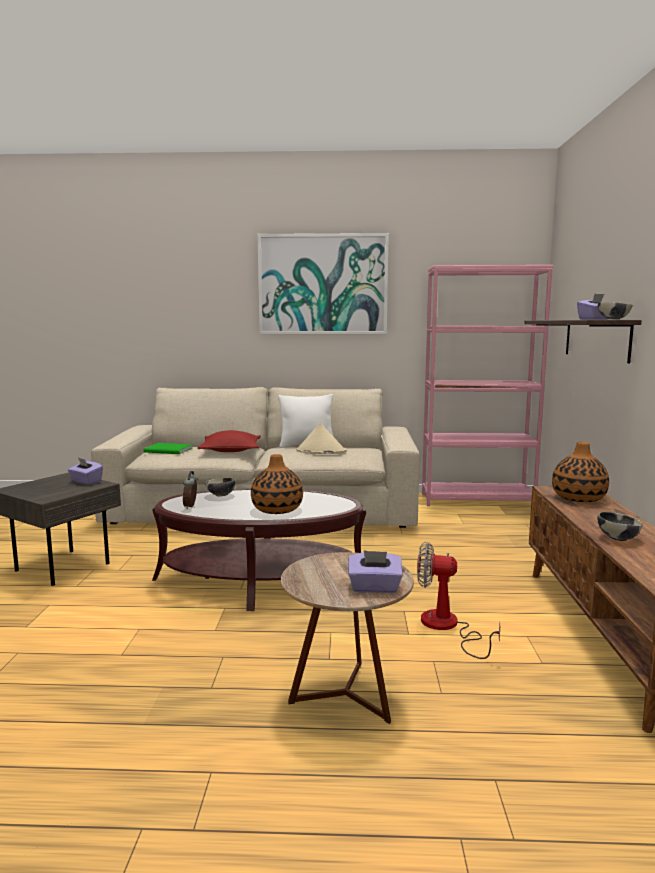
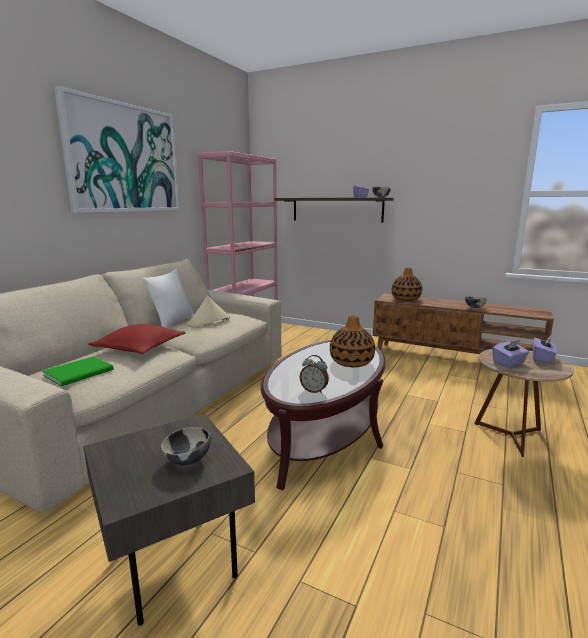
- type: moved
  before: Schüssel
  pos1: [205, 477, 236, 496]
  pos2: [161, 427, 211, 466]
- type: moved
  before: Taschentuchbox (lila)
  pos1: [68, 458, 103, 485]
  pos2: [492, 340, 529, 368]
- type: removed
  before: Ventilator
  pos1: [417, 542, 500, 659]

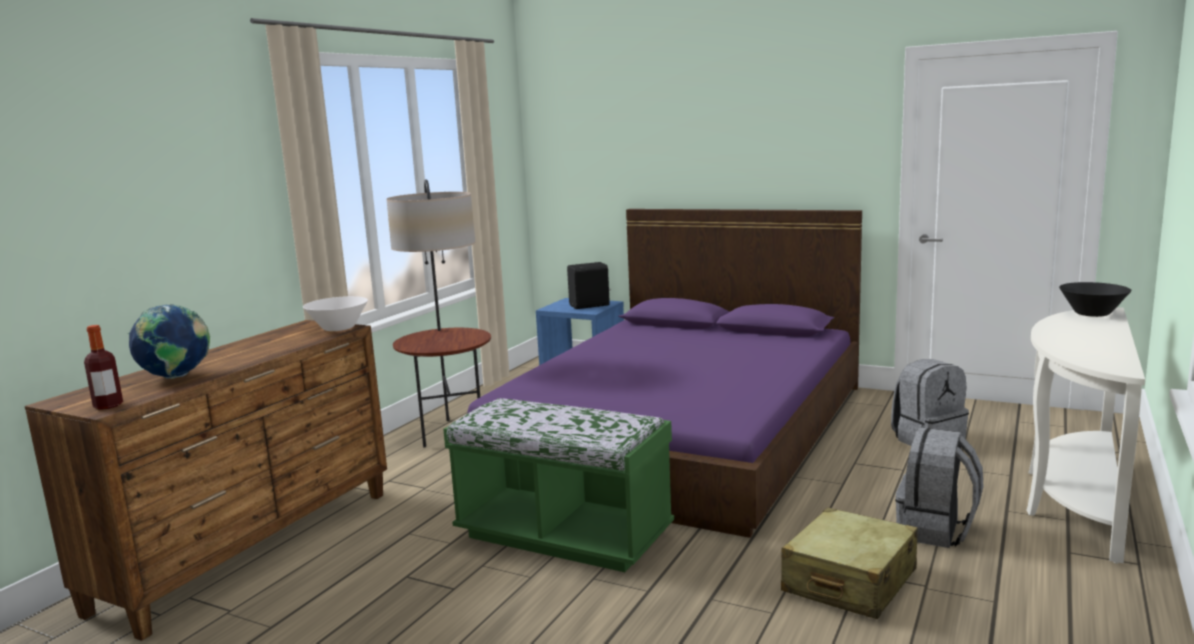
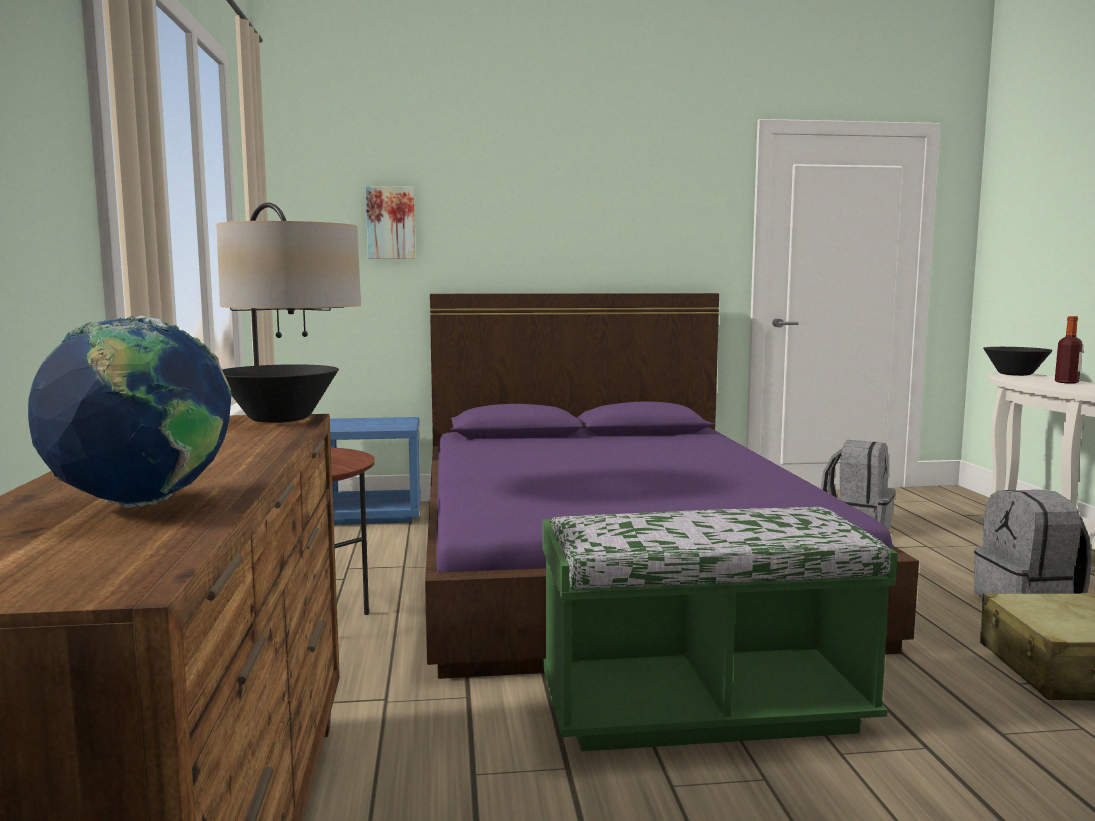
- type: recoloured
  before: Schüssel (weiß)
  after: Schüssel (schwarz)
  pos1: [303, 296, 368, 331]
  pos2: [222, 364, 339, 423]
- type: added
  after: Bild
  pos2: [366, 186, 415, 259]
- type: moved
  before: Flasche
  pos1: [84, 325, 123, 410]
  pos2: [1055, 316, 1083, 383]
- type: removed
  before: Lautsprecher (schwarz)
  pos1: [567, 262, 611, 309]

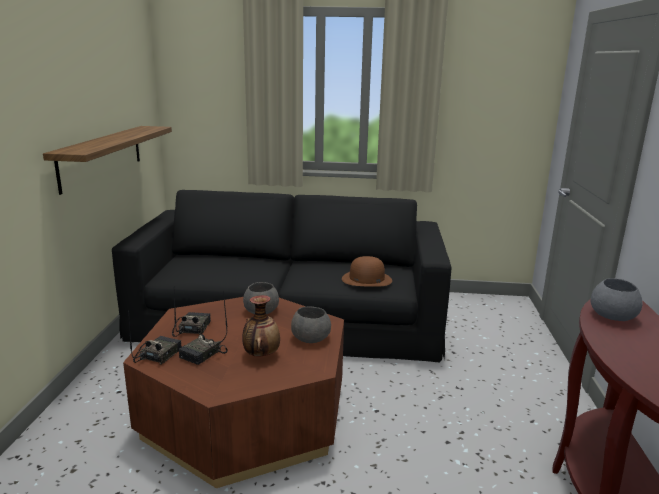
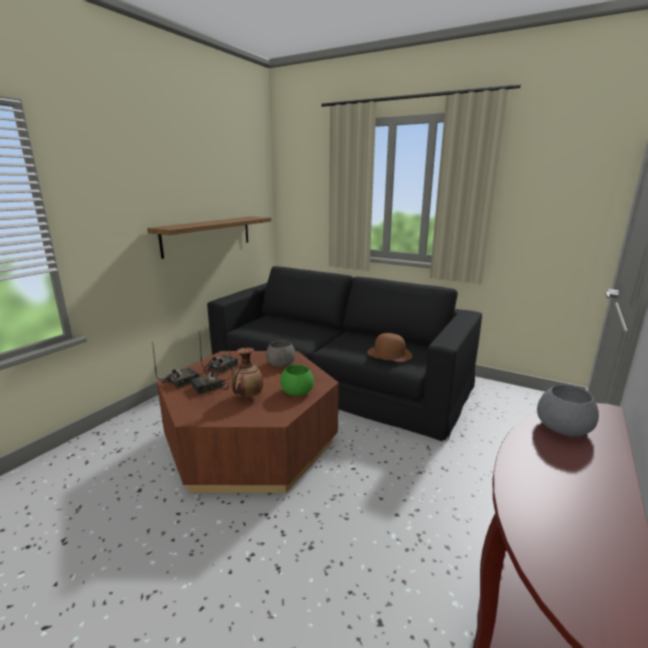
- type: recoloured
  before: Schüssel (grau)
  after: Schüssel (grün)
  pos1: [291, 307, 331, 343]
  pos2: [280, 365, 314, 396]

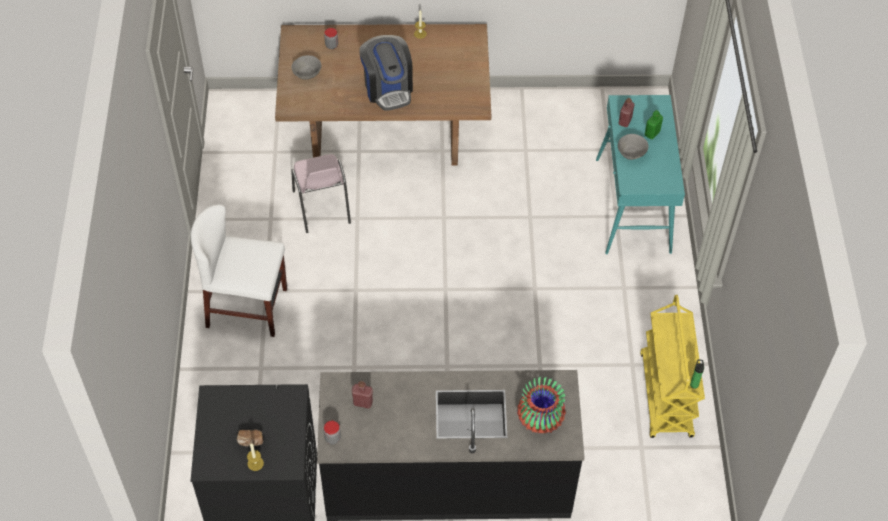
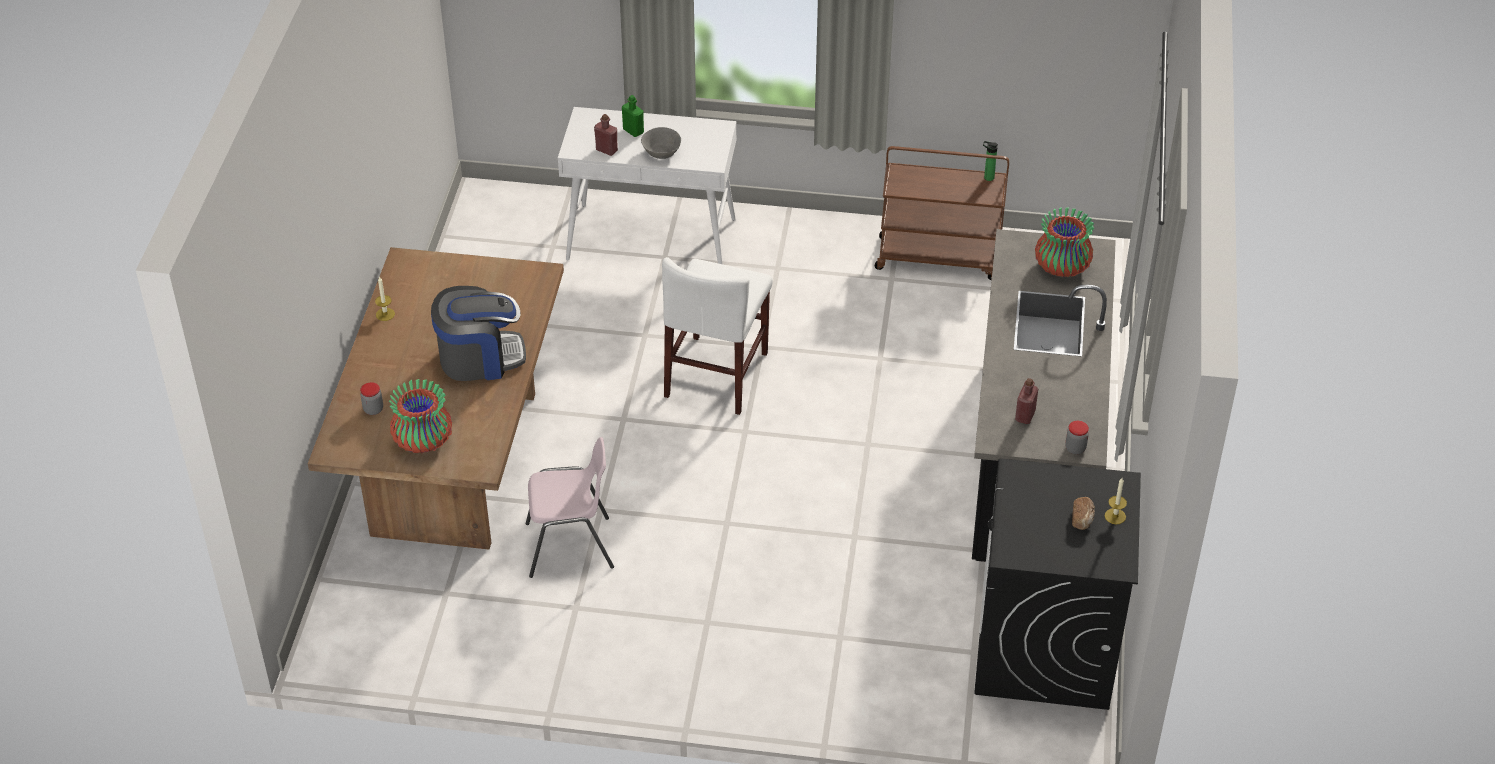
- type: replaced
  before: Schüssel (grau)
  after: Vase
  pos1: [292, 55, 321, 79]
  pos2: [389, 379, 452, 454]
- type: recoloured
  before: Konsolentisch (türkis)
  after: Konsolentisch (weiß)
  pos1: [596, 95, 685, 254]
  pos2: [558, 107, 736, 264]
- type: moved
  before: Stuhl (weiß)
  pos1: [191, 204, 287, 337]
  pos2: [662, 257, 773, 415]
- type: recoloured
  before: Rollwagen (gelb)
  after: Rollwagen (braun)
  pos1: [640, 295, 705, 438]
  pos2: [875, 146, 1009, 280]

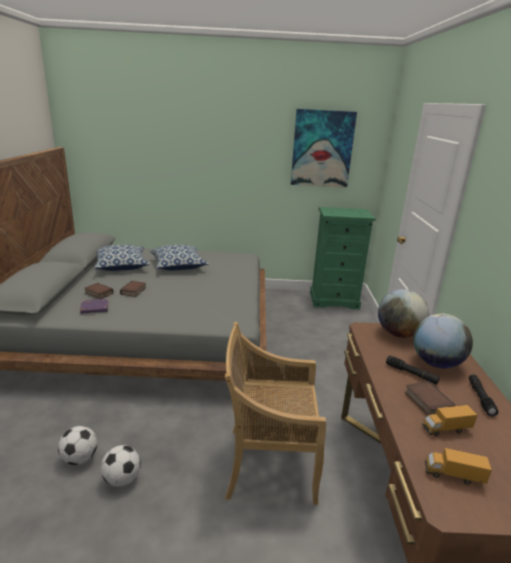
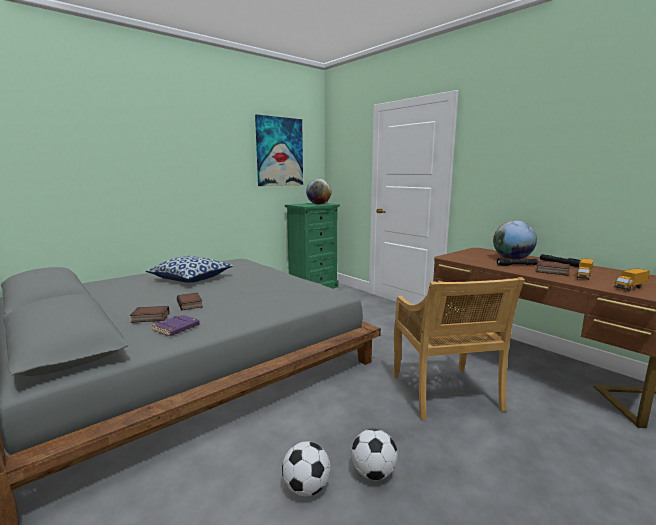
- type: moved
  before: Globus
  pos1: [378, 289, 429, 338]
  pos2: [306, 179, 332, 204]
- type: turned
  before: Stuhl (beige)
  pos1: [225, 322, 326, 505]
  pos2: [393, 277, 525, 420]
  turn: -60
- type: removed
  before: Kissen
  pos1: [94, 245, 150, 271]

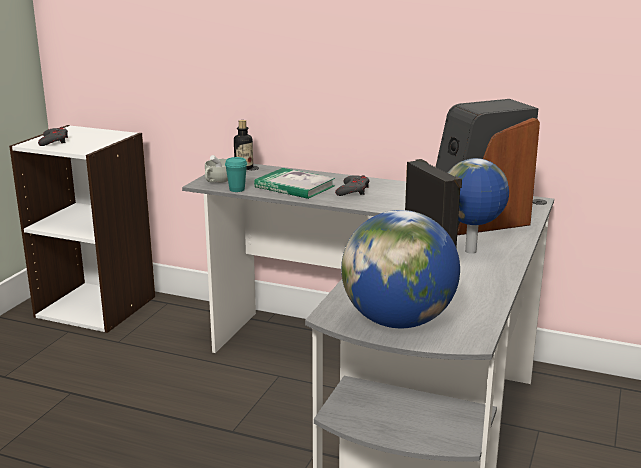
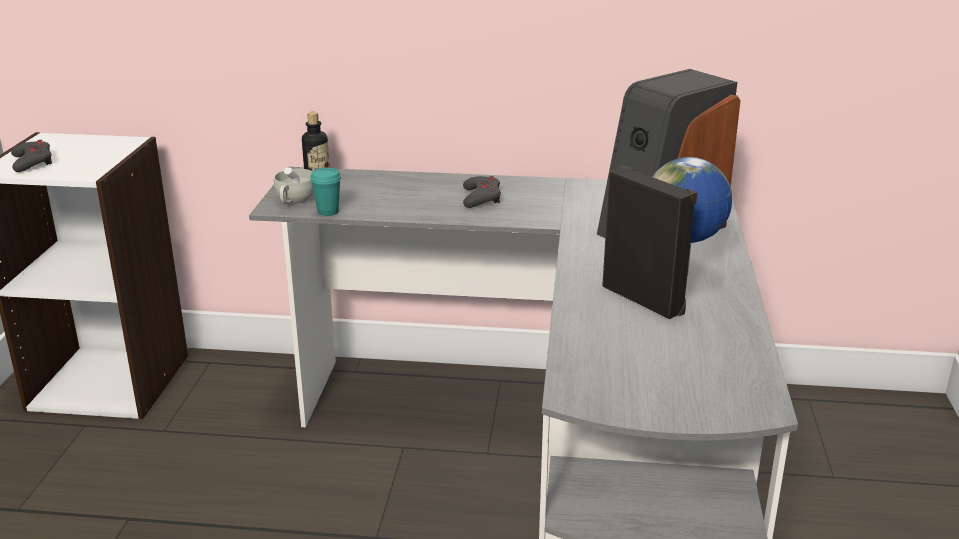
- type: removed
  before: Buch
  pos1: [254, 168, 335, 199]
- type: removed
  before: Globus
  pos1: [341, 210, 460, 328]

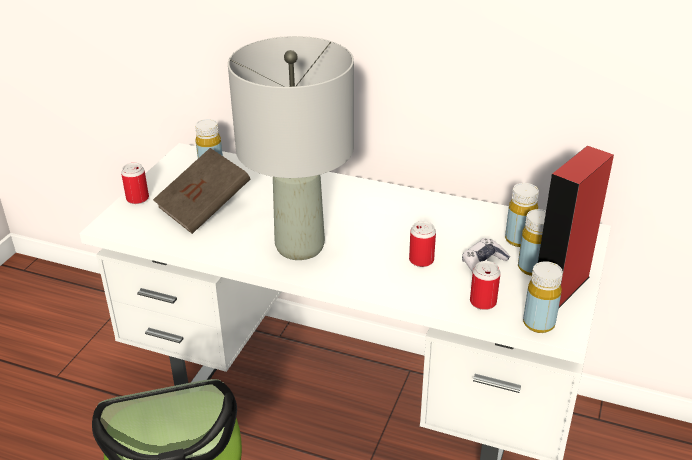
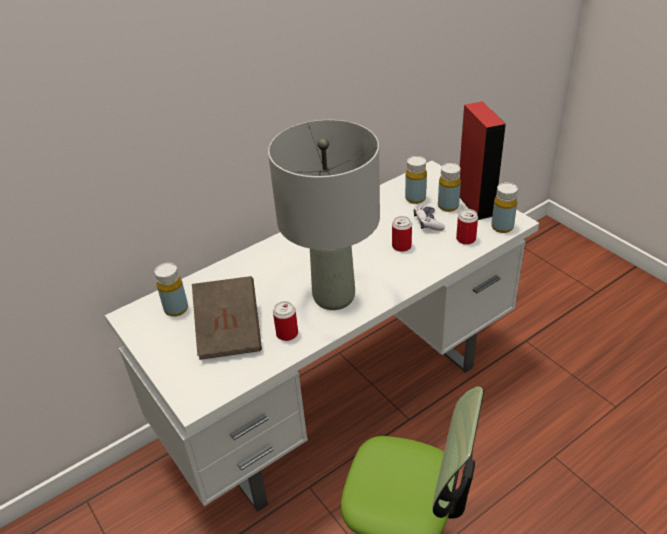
- type: moved
  before: Dose
  pos1: [121, 163, 149, 204]
  pos2: [273, 301, 298, 341]

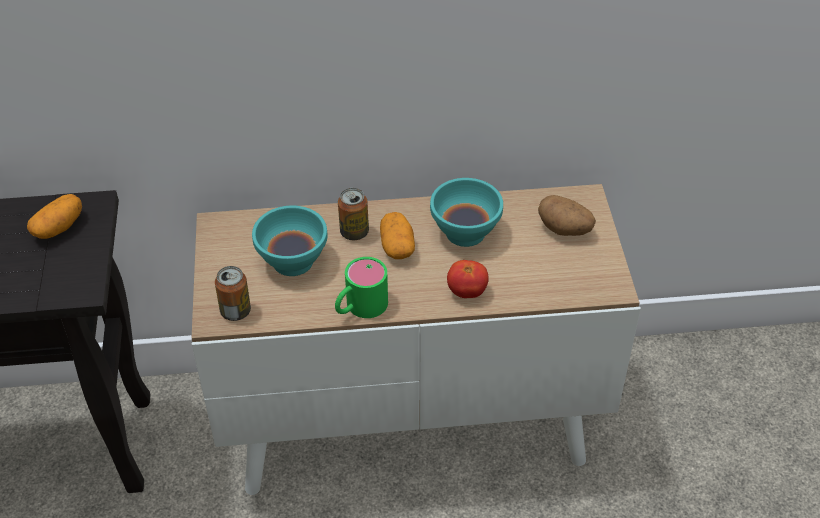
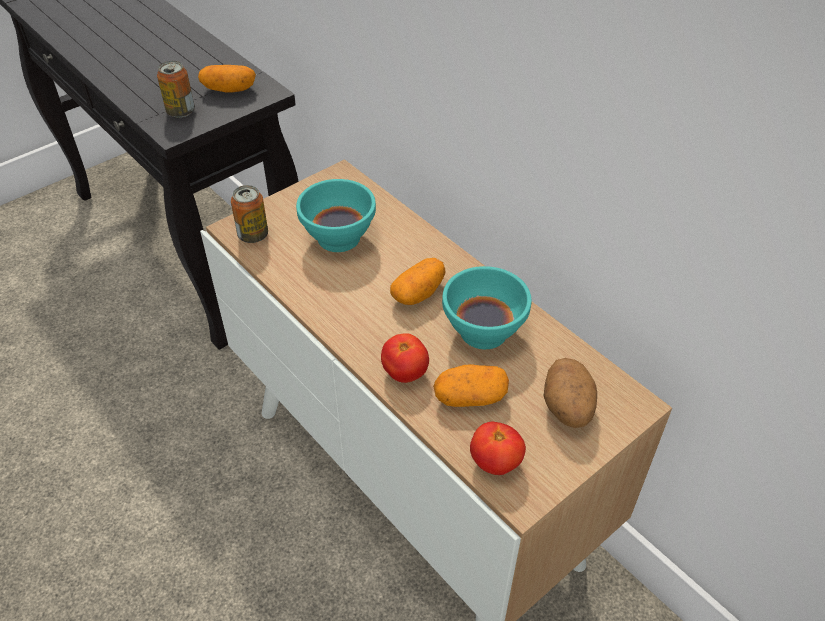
- type: moved
  before: Dose
  pos1: [338, 188, 369, 240]
  pos2: [157, 61, 195, 118]
- type: added
  after: Kartoffel
  pos2: [433, 364, 509, 407]
- type: added
  after: Tomate
  pos2: [470, 422, 526, 475]
- type: removed
  before: Henkelbecher (grün)
  pos1: [335, 257, 388, 318]

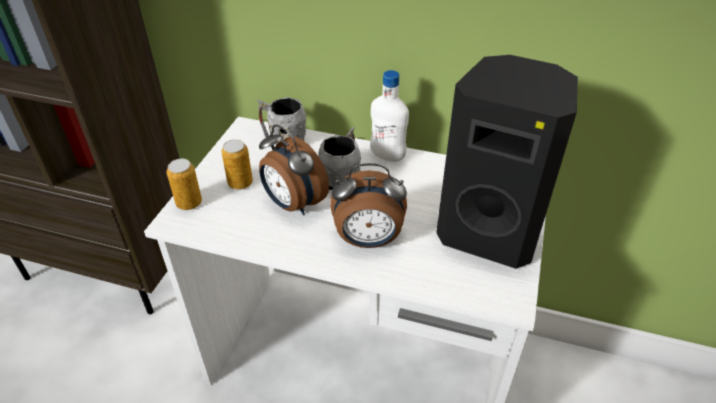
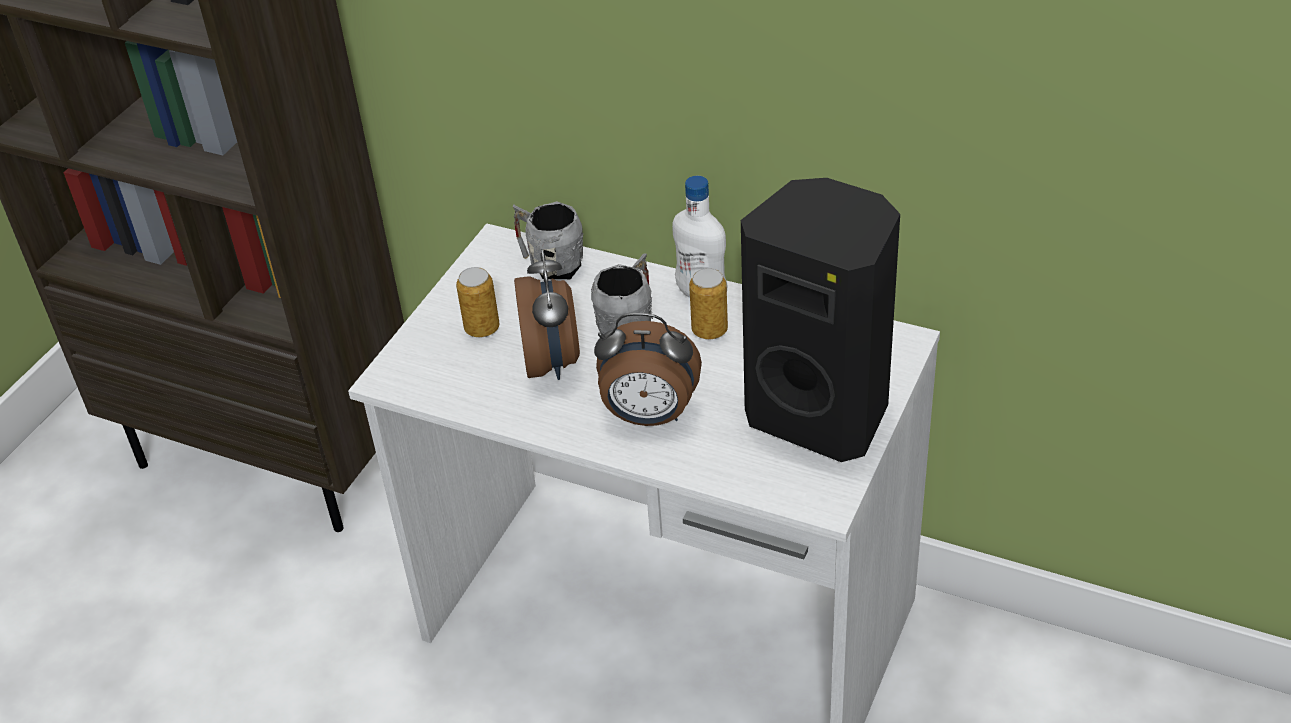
- type: turned
  before: Wecker
  pos1: [259, 125, 329, 215]
  pos2: [514, 249, 580, 380]
  turn: -150
- type: moved
  before: Dose
  pos1: [167, 158, 202, 210]
  pos2: [689, 268, 728, 340]

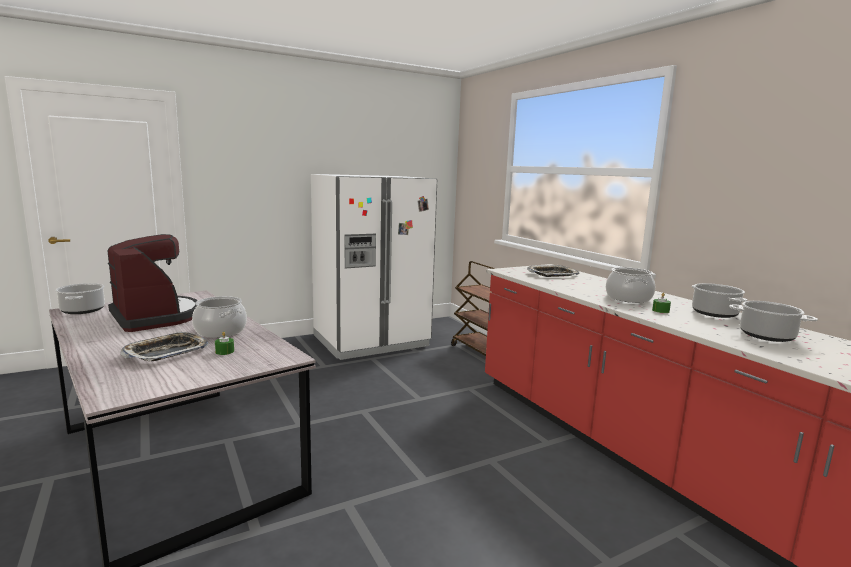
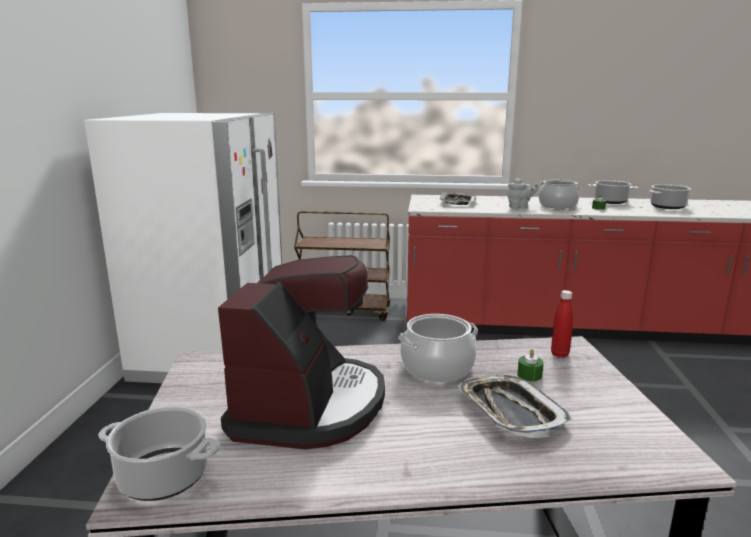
- type: turned
  before: Kaffeemaschine
  pos1: [108, 234, 198, 332]
  pos2: [218, 255, 385, 449]
  turn: 105
- type: added
  after: Teekanne (grau)
  pos2: [507, 178, 538, 209]
- type: added
  after: Flasche (rot)
  pos2: [551, 290, 573, 358]

